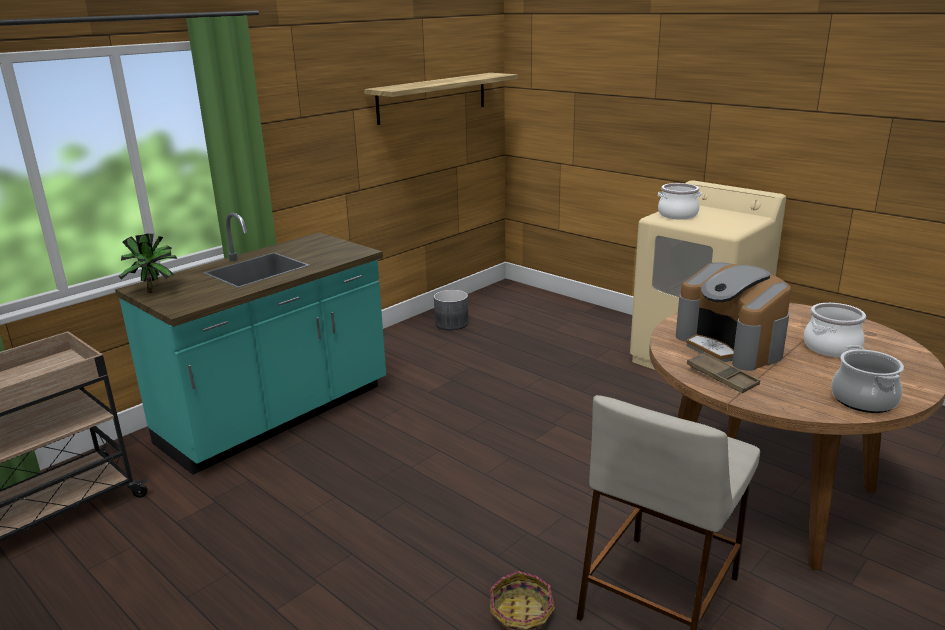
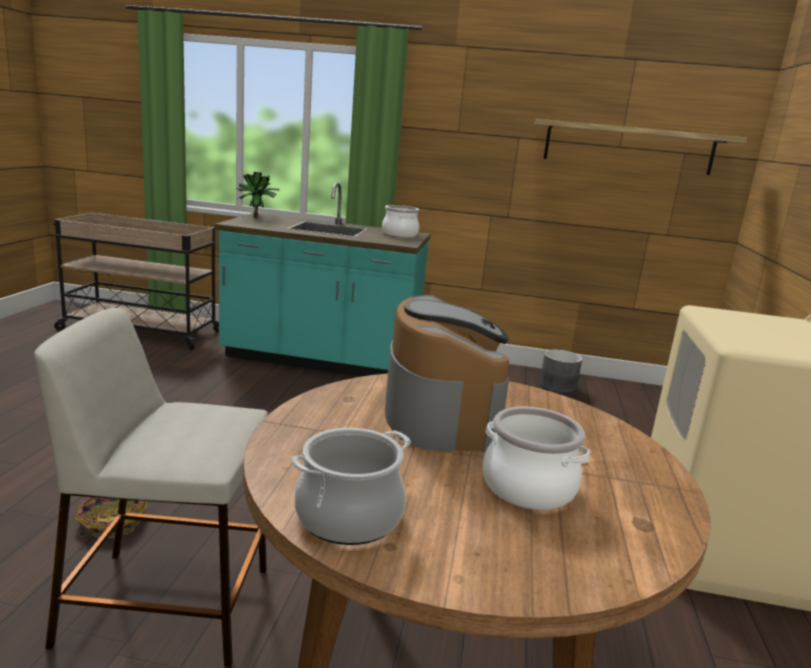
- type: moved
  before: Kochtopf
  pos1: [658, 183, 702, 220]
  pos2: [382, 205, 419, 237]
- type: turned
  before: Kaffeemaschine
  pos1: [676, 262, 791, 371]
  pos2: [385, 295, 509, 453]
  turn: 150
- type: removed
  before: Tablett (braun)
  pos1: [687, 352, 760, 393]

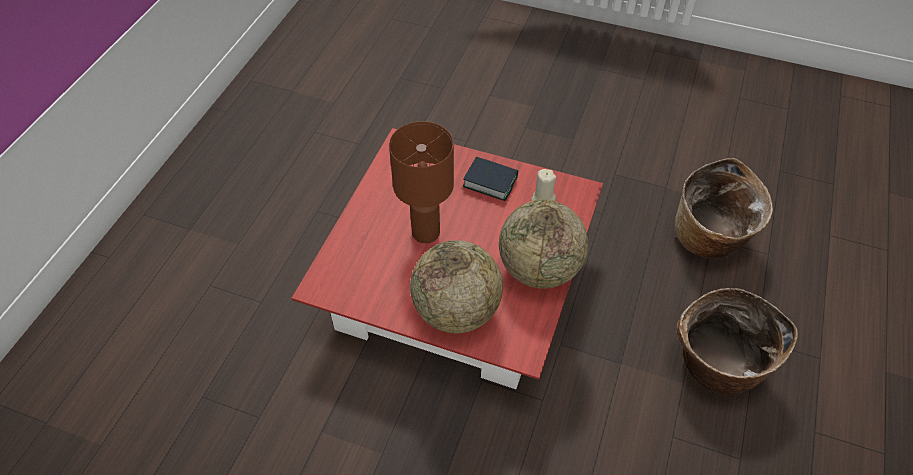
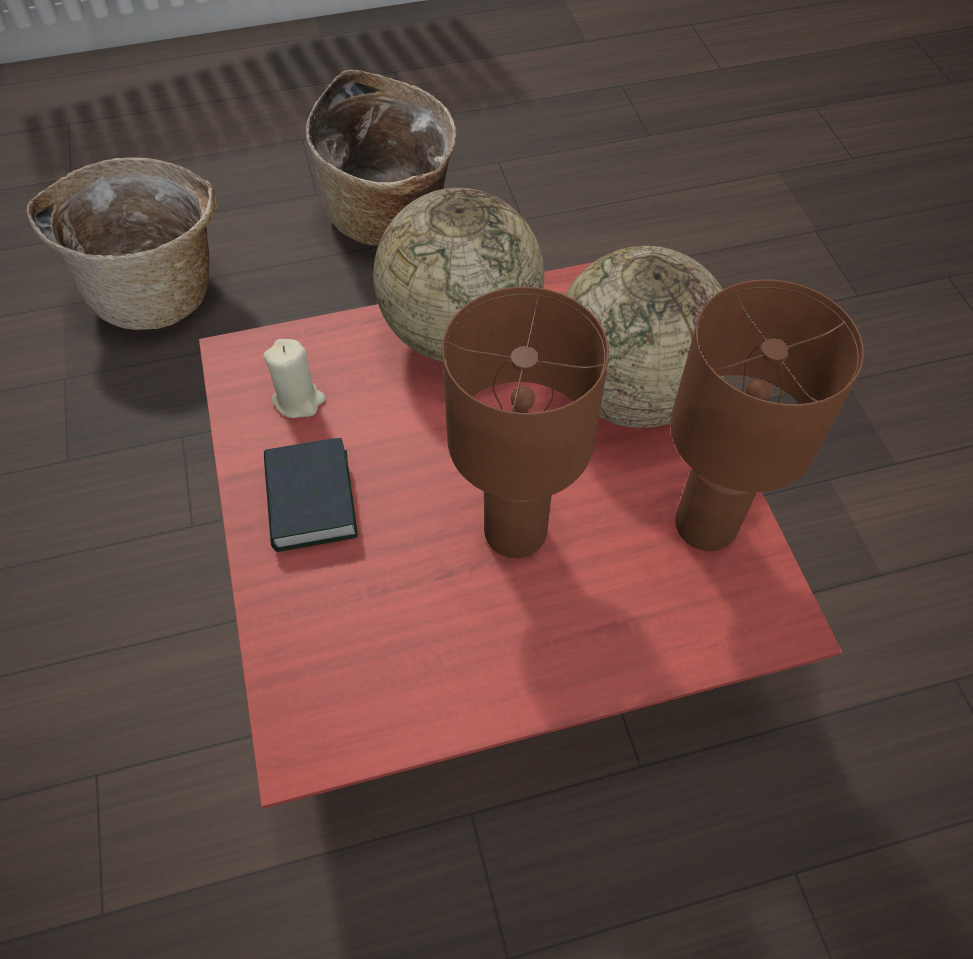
- type: added
  after: Tischlampe (braun)
  pos2: [670, 279, 864, 551]

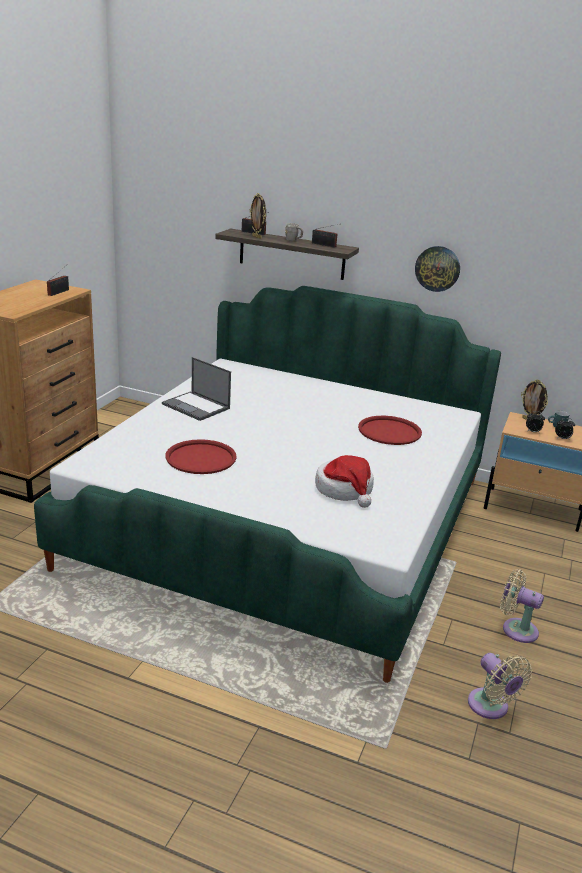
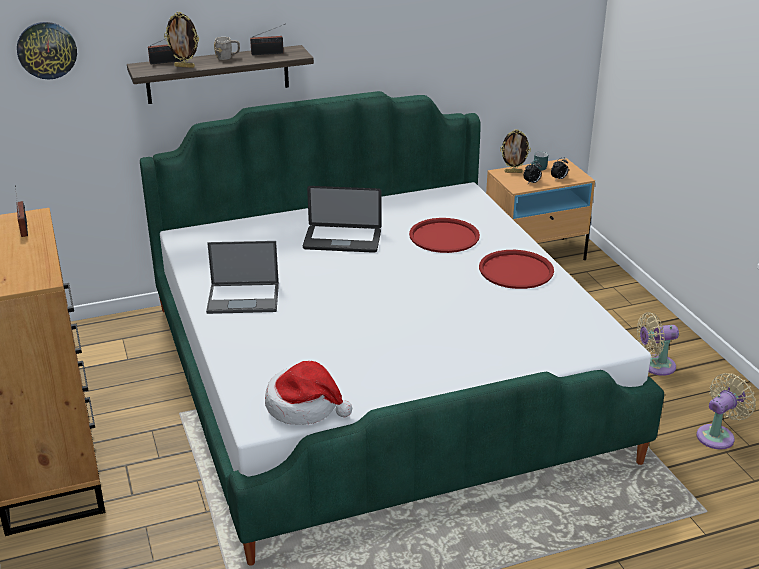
- type: moved
  before: Wanduhr
  pos1: [415, 246, 460, 292]
  pos2: [17, 22, 77, 79]
- type: moved
  before: Hut
  pos1: [315, 455, 374, 508]
  pos2: [265, 361, 352, 425]
- type: added
  after: Laptop
  pos2: [303, 186, 382, 253]
- type: moved
  before: Tablett (rot)
  pos1: [166, 439, 237, 474]
  pos2: [479, 250, 554, 289]
- type: turned
  before: Ventilator (beige)
  pos1: [468, 653, 532, 719]
  pos2: [696, 373, 756, 449]
  turn: -60

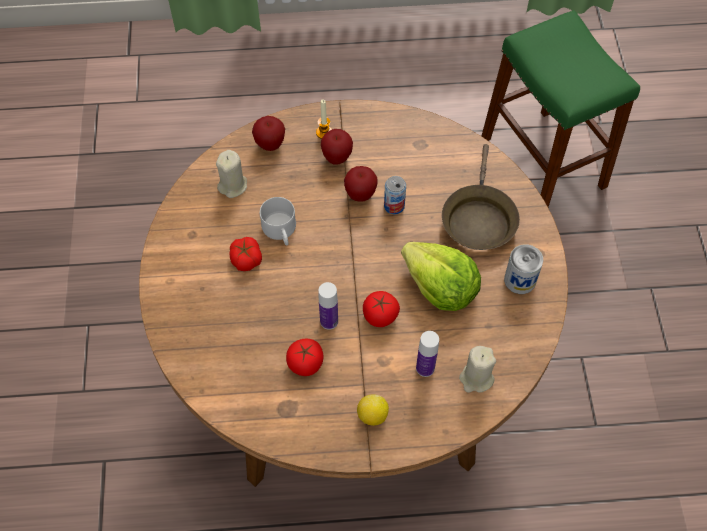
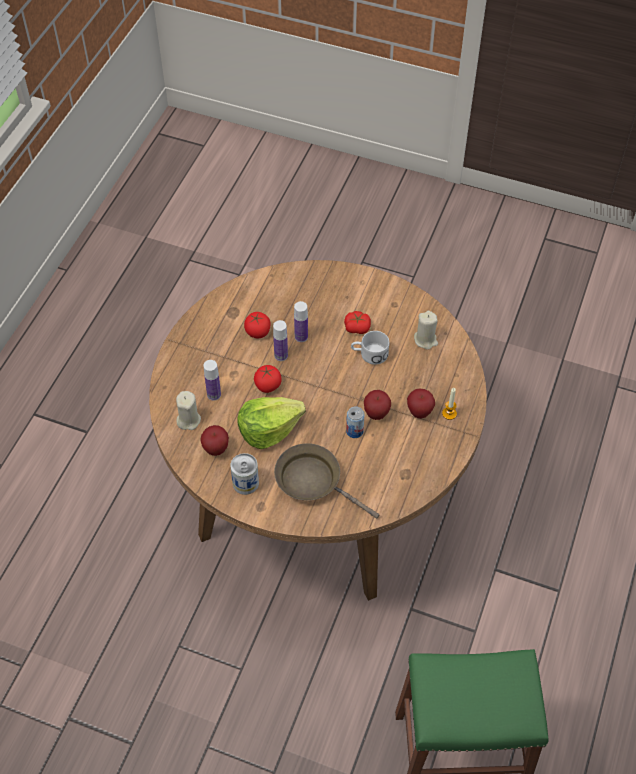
- type: moved
  before: Apfel
  pos1: [252, 116, 285, 151]
  pos2: [200, 425, 229, 456]
- type: added
  after: Flasche
  pos2: [294, 301, 308, 342]
- type: removed
  before: Zitrone
  pos1: [357, 394, 389, 426]

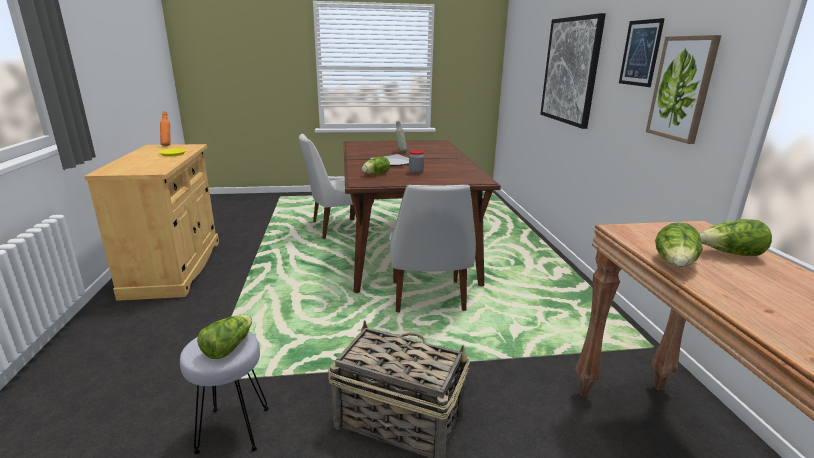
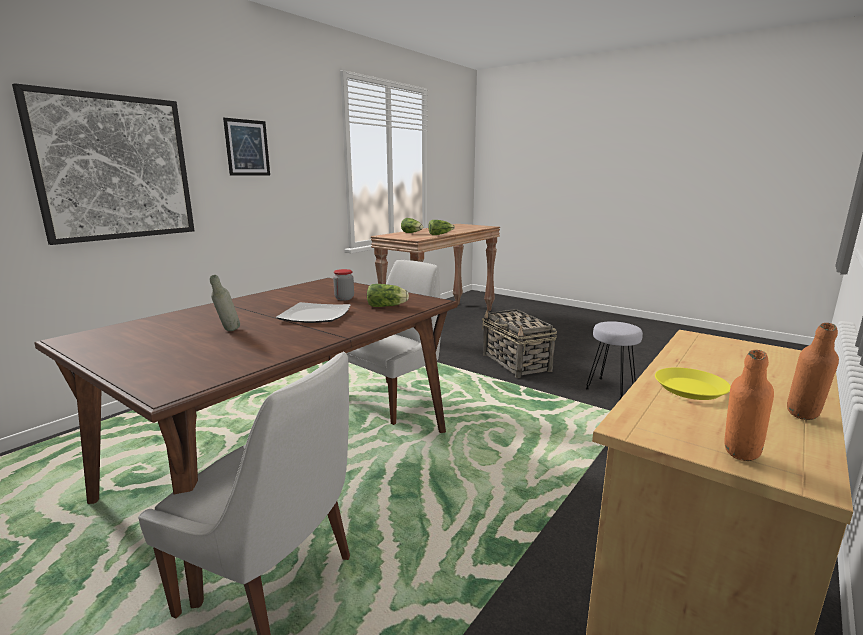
- type: added
  after: Flasche (orange)
  pos2: [787, 323, 839, 420]
- type: removed
  before: Salatkopf
  pos1: [197, 315, 252, 359]
- type: removed
  before: Bild
  pos1: [646, 35, 721, 144]

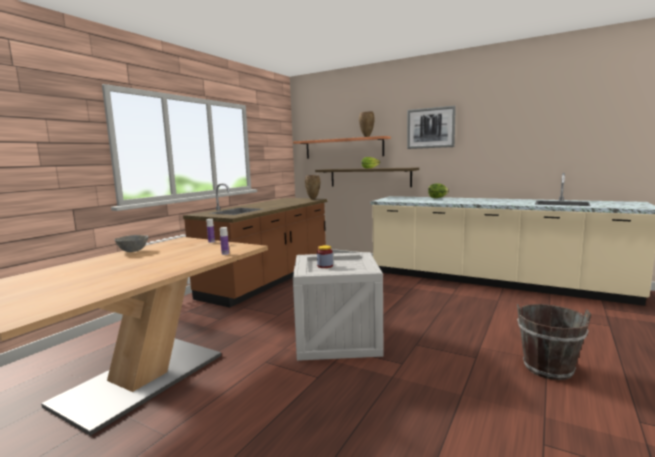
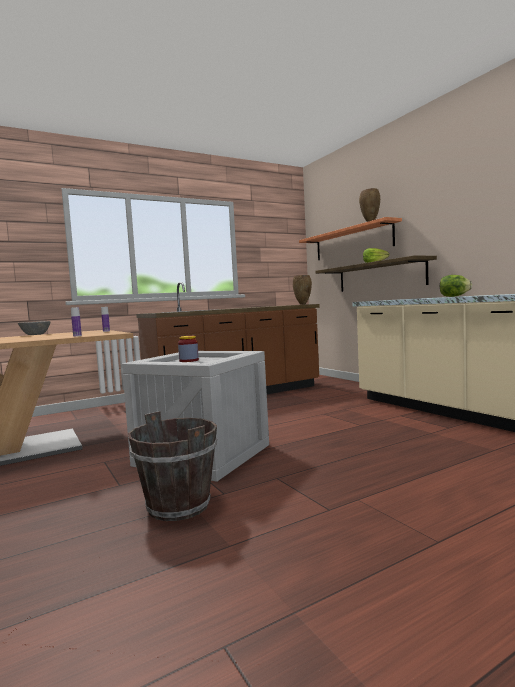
- type: moved
  before: Eimer (braun)
  pos1: [517, 304, 592, 380]
  pos2: [128, 411, 217, 521]
- type: removed
  before: Bild
  pos1: [407, 106, 456, 149]

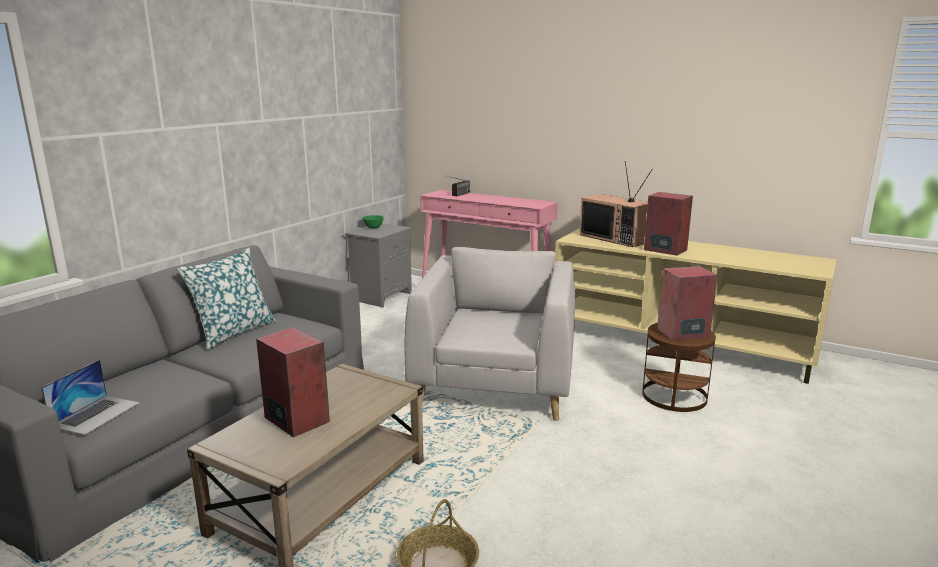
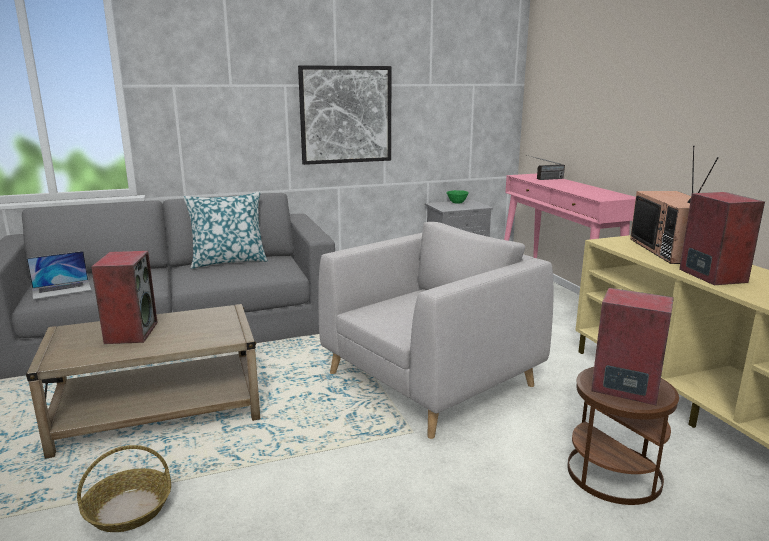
- type: added
  after: Bild
  pos2: [298, 65, 391, 165]

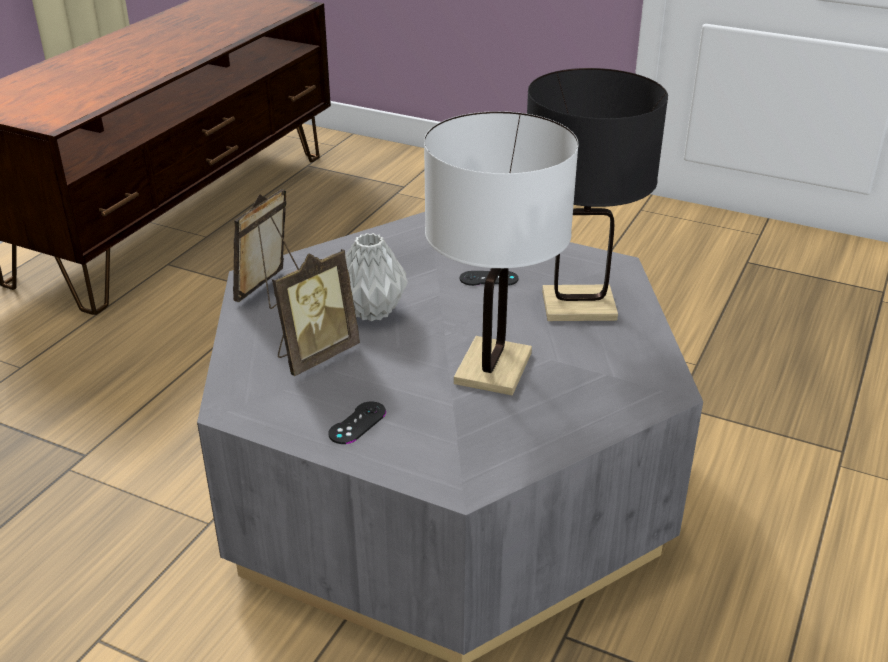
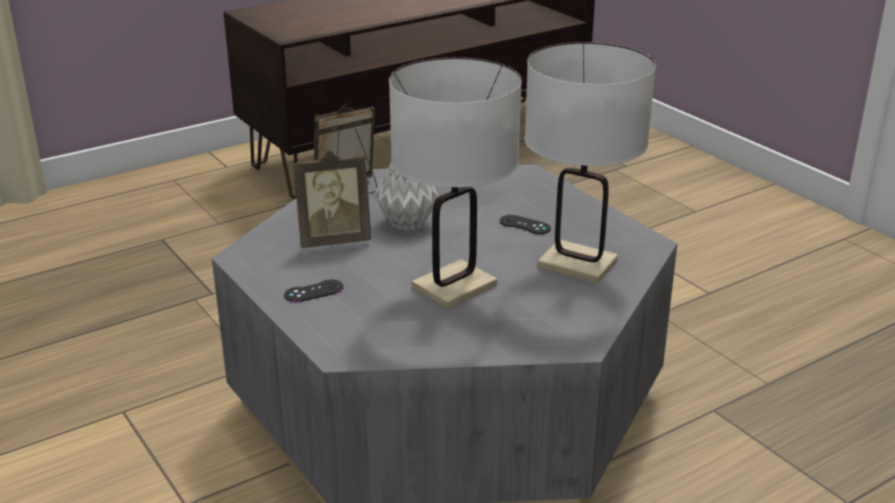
- type: recoloured
  before: Tischlampe (schwarz)
  after: Tischlampe (weiß)
  pos1: [527, 68, 668, 321]
  pos2: [524, 42, 656, 283]

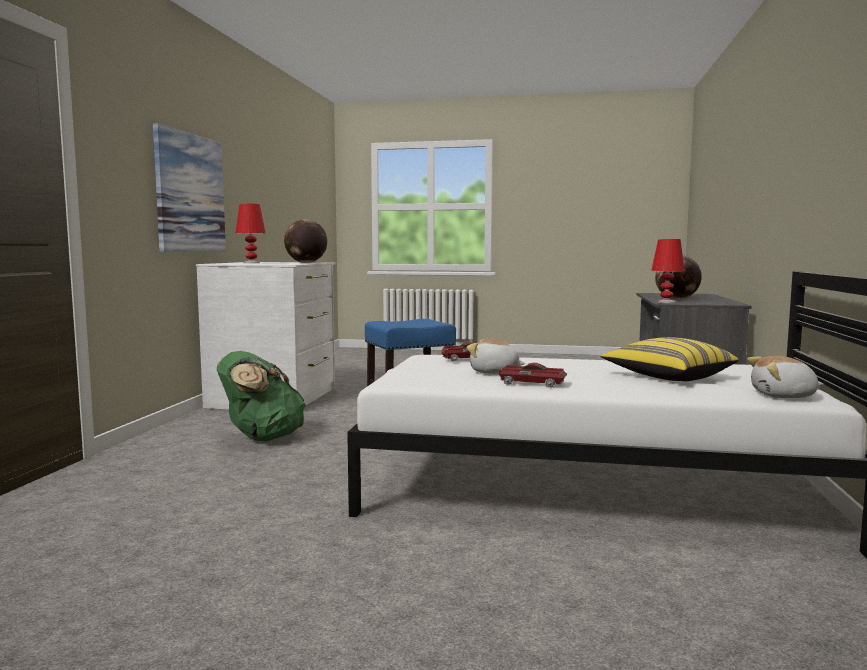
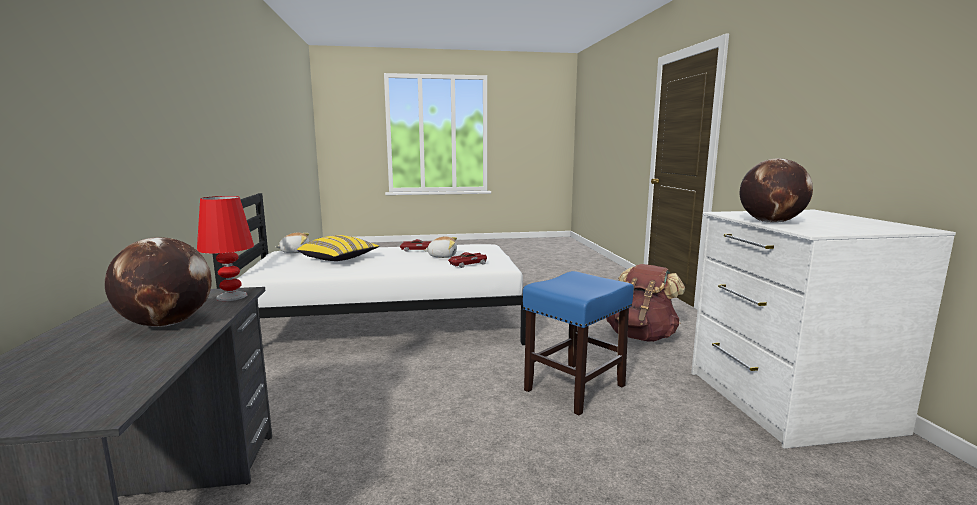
- type: recoloured
  before: Rucksack (grün)
  after: Rucksack (braun)
  pos1: [217, 351, 306, 441]
  pos2: [606, 264, 685, 342]
- type: removed
  before: Bild
  pos1: [153, 124, 226, 252]
- type: removed
  before: Tischlampe (rot)
  pos1: [236, 204, 266, 263]

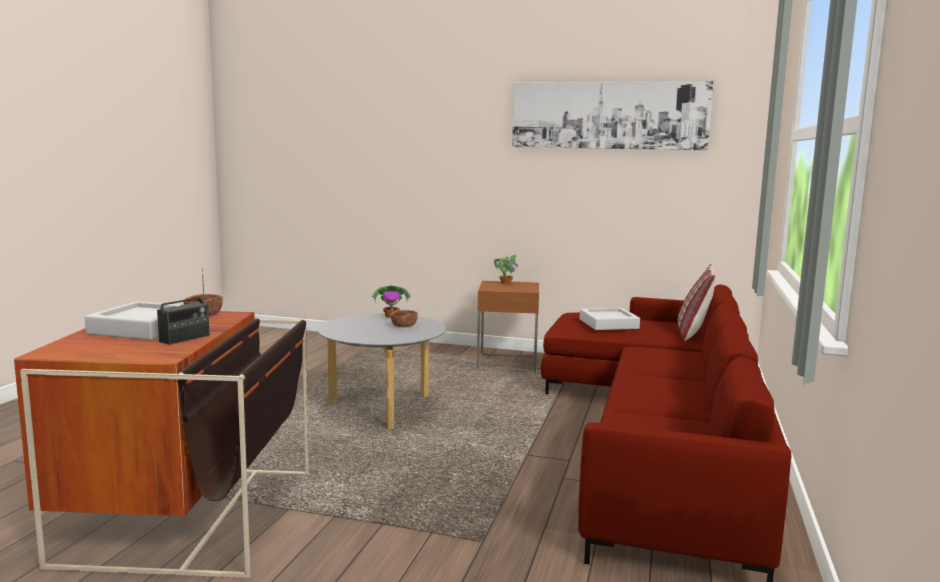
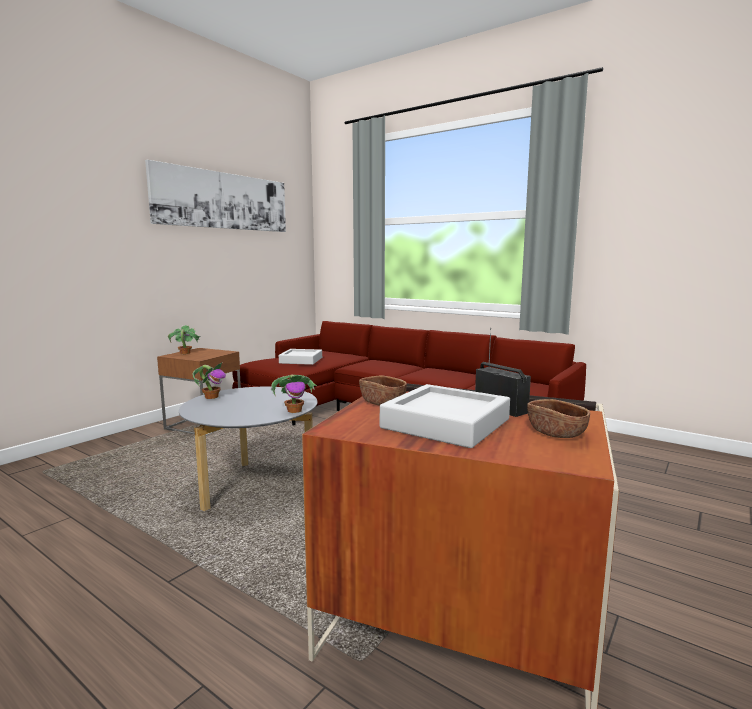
- type: added
  after: Topfpflanze
  pos2: [271, 374, 317, 413]
- type: moved
  before: Schüssel (braun)
  pos1: [391, 310, 418, 327]
  pos2: [527, 399, 590, 438]
- type: removed
  before: Kissen
  pos1: [677, 264, 716, 341]

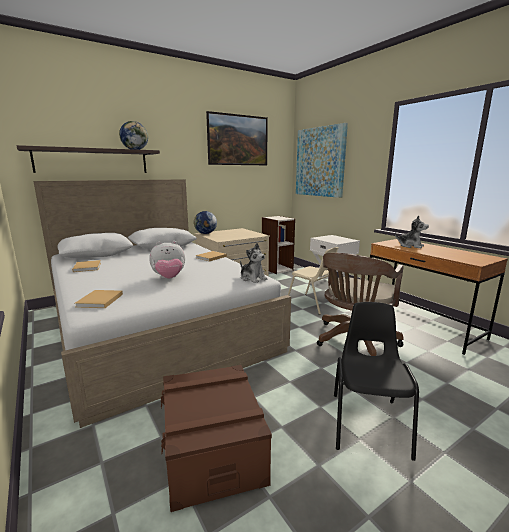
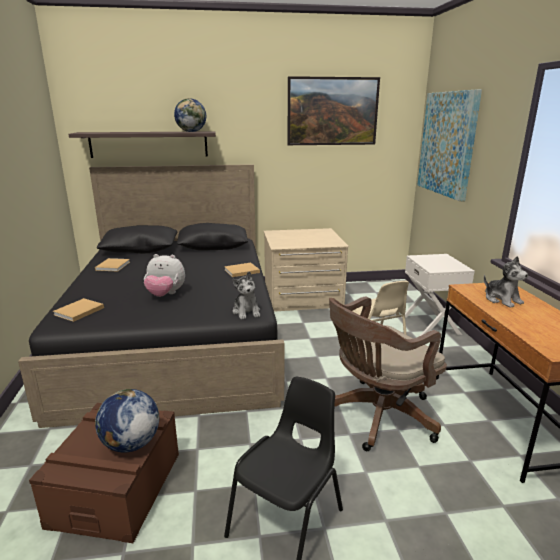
- type: recoloured
  before: Bett (weiß)
  after: Bett (schwarz)
  pos1: [34, 179, 291, 428]
  pos2: [18, 164, 285, 428]
- type: moved
  before: Globus
  pos1: [194, 211, 217, 234]
  pos2: [95, 389, 159, 453]
- type: removed
  before: Bücherregal
  pos1: [262, 216, 295, 274]

